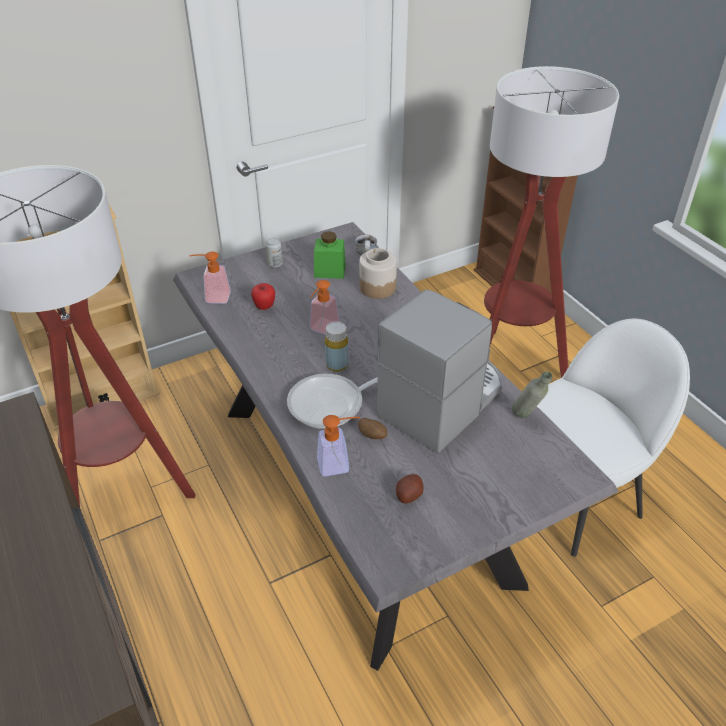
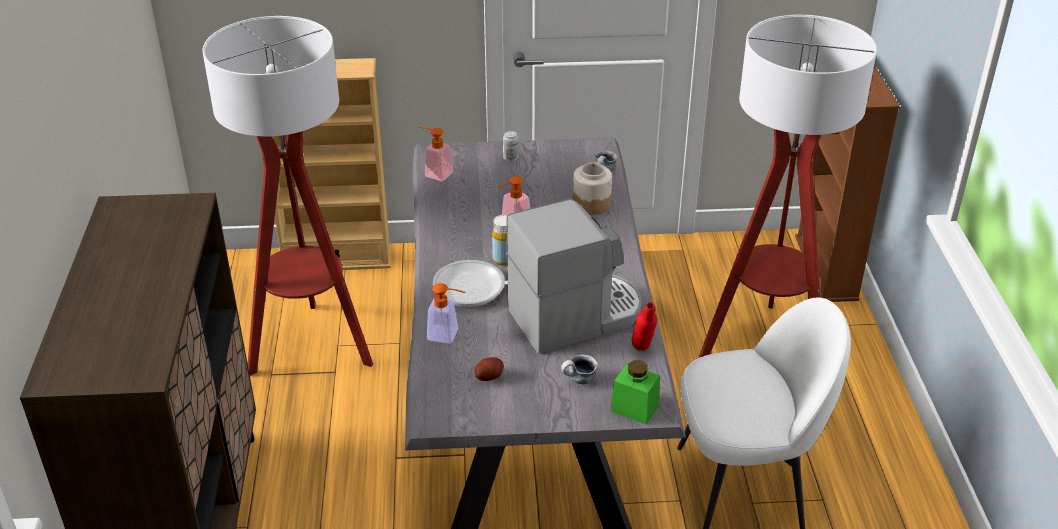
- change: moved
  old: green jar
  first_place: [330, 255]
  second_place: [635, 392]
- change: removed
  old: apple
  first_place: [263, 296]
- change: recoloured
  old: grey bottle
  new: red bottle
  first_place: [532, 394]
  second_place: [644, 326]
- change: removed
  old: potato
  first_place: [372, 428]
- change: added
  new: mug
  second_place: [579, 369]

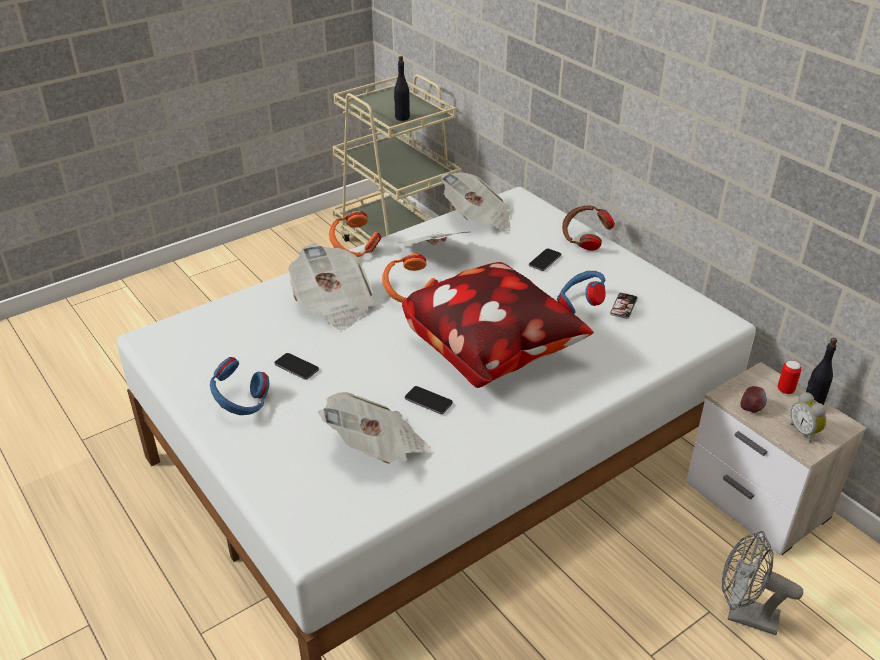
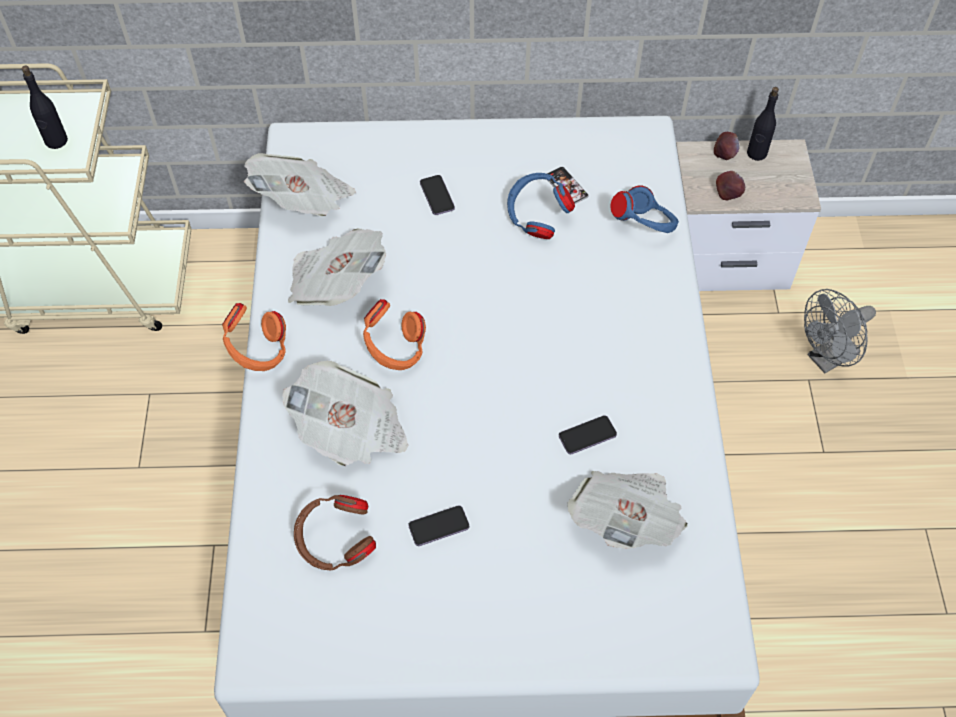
- change: moved
  old: brown headphones
  first_place: [588, 228]
  second_place: [335, 532]
- change: removed
  old: pillow
  first_place: [497, 325]
- change: moved
  old: blue headphones
  first_place: [239, 386]
  second_place: [645, 209]
- change: replaced
  old: can
  new: apple
  first_place: [789, 377]
  second_place: [727, 146]
- change: removed
  old: alarm clock
  first_place: [808, 417]

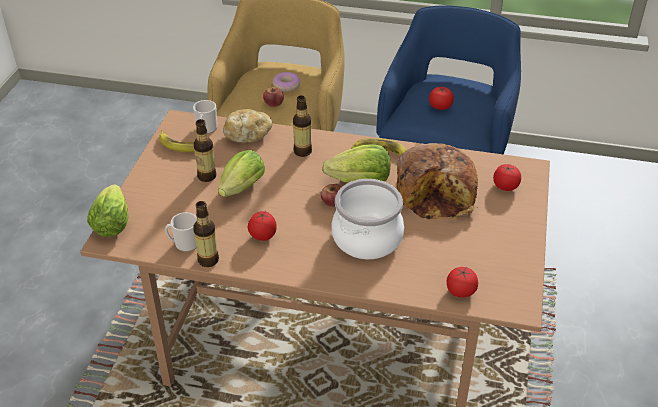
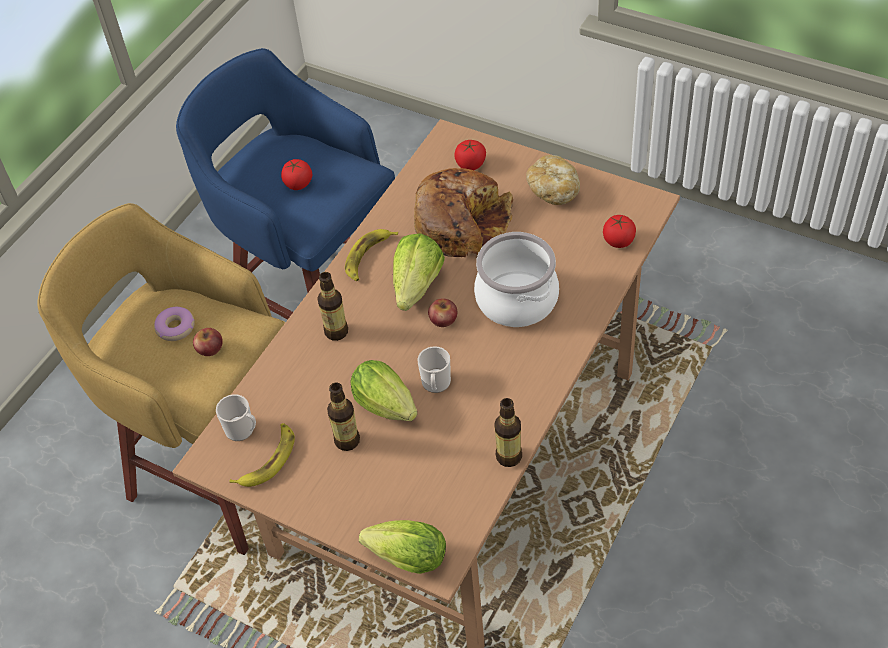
- change: moved
  old: bread
  first_place: [248, 126]
  second_place: [553, 180]
- change: removed
  old: tomato
  first_place: [262, 226]
- change: moved
  old: mug
  first_place: [181, 232]
  second_place: [434, 369]

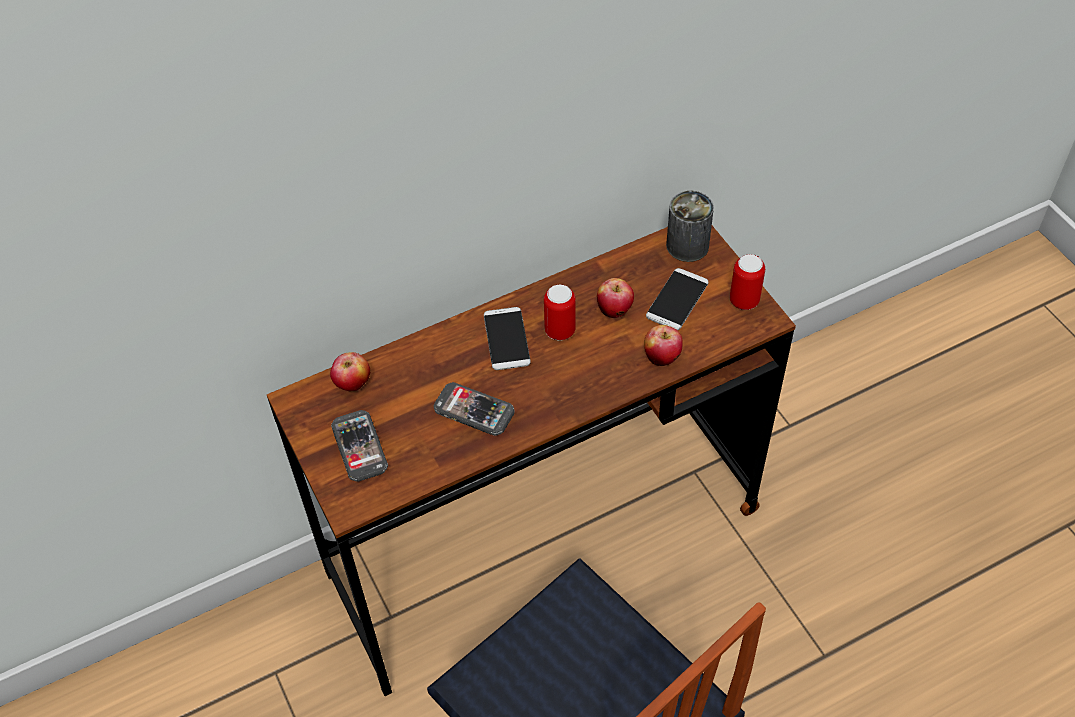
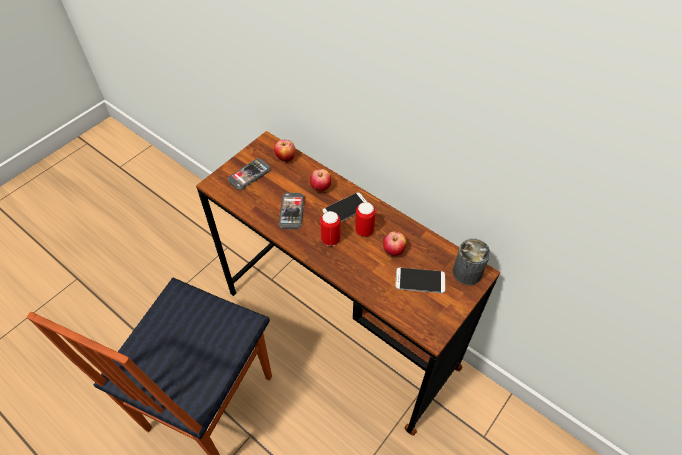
- change: moved
  old: can
  first_place: [747, 282]
  second_place: [330, 228]
- change: moved
  old: apple
  first_place: [663, 345]
  second_place: [320, 180]

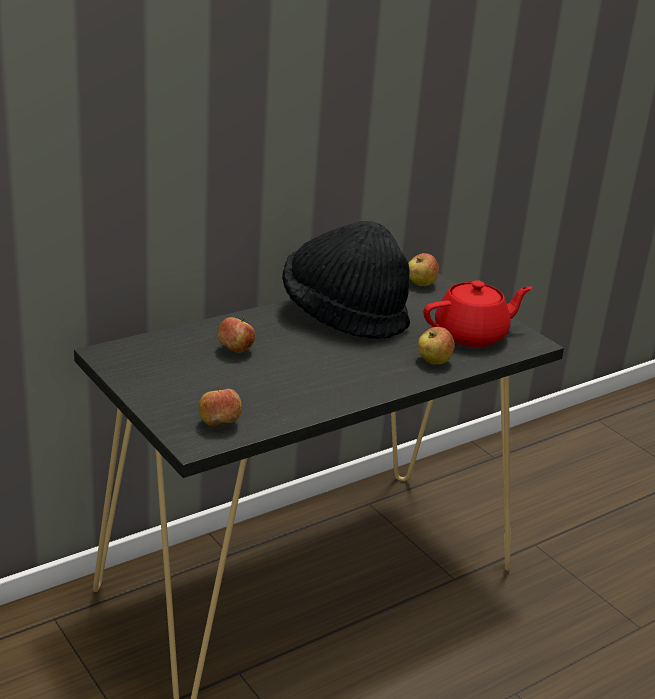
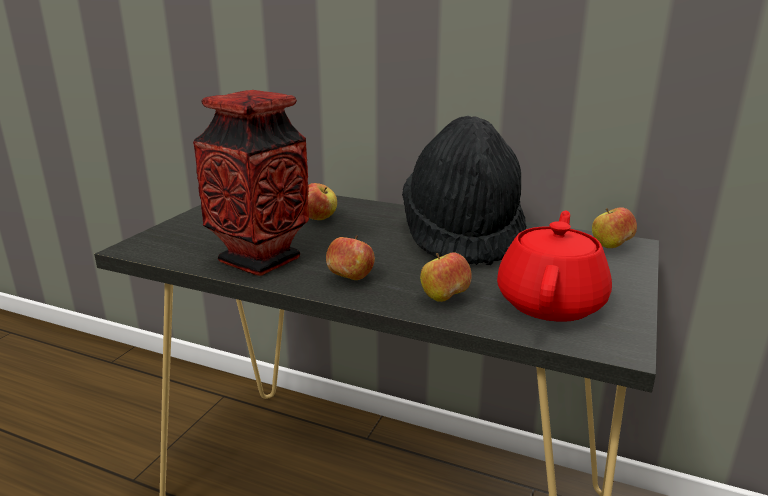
- change: turned
  old: red teapot
  first_place: [478, 313]
  second_place: [554, 266]
  degrees: -105
- change: moved
  old: apple
  first_place: [220, 406]
  second_place: [350, 257]
- change: added
  new: vase
  second_place: [251, 183]

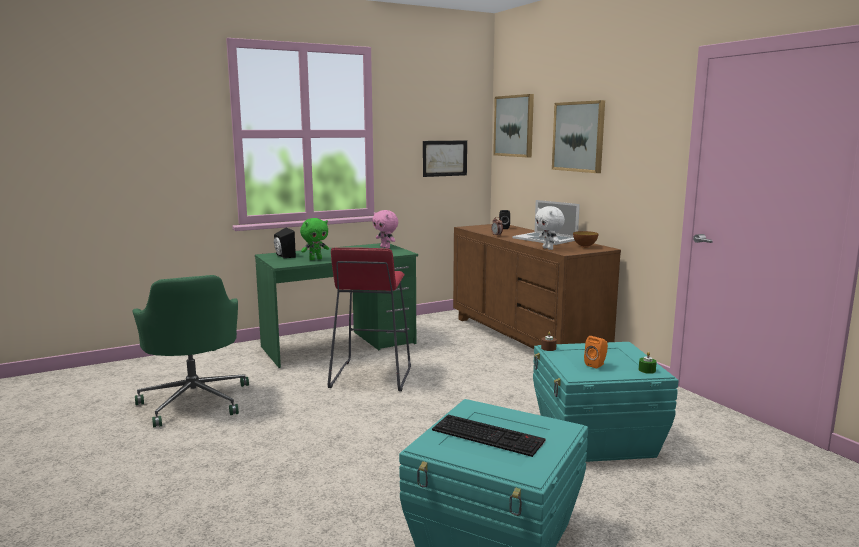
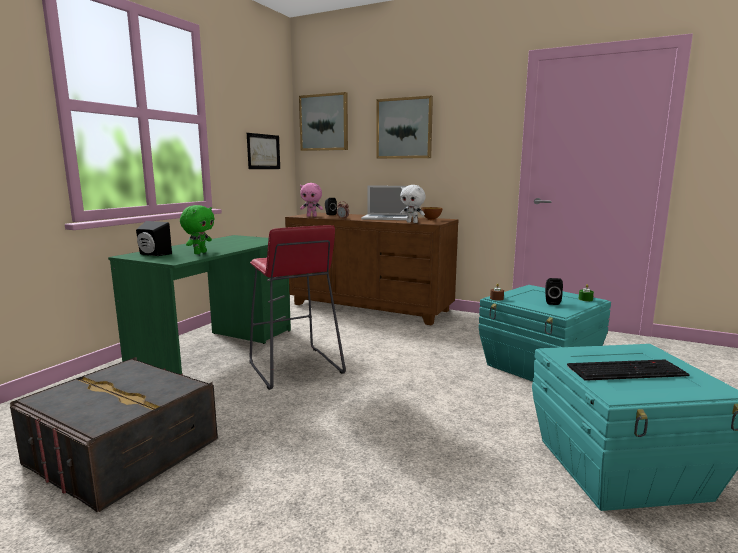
- change: moved
  old: pink plush toy
  first_place: [385, 229]
  second_place: [311, 200]
- change: replaced
  old: green office chair
  new: grey storage box
  first_place: [190, 351]
  second_place: [114, 435]
- change: recoloured
  old: orange speaker
  new: black speaker
  first_place: [596, 352]
  second_place: [554, 291]

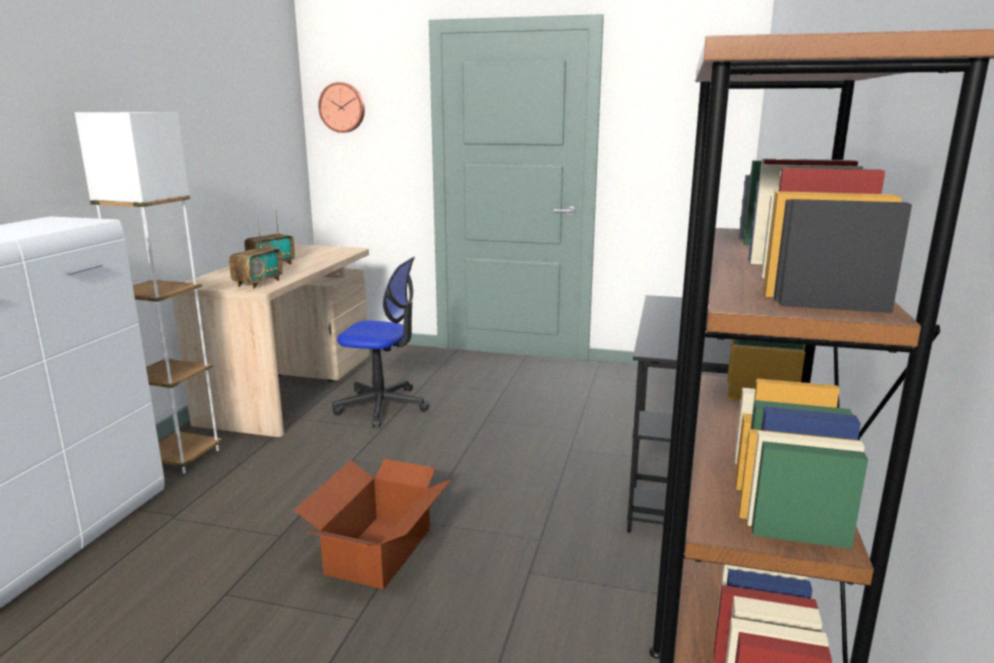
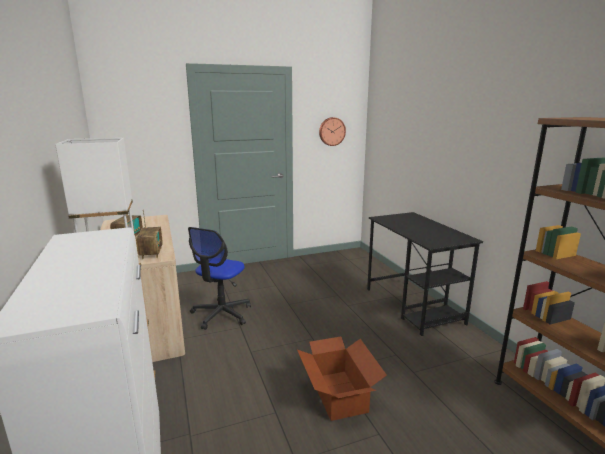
- change: moved
  old: wall clock
  first_place: [341, 107]
  second_place: [332, 131]
- change: turned
  old: office chair
  first_place: [380, 342]
  second_place: [219, 278]
  degrees: 135

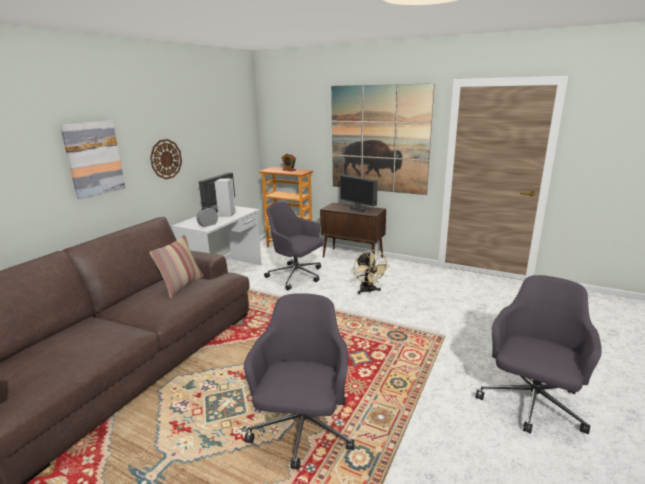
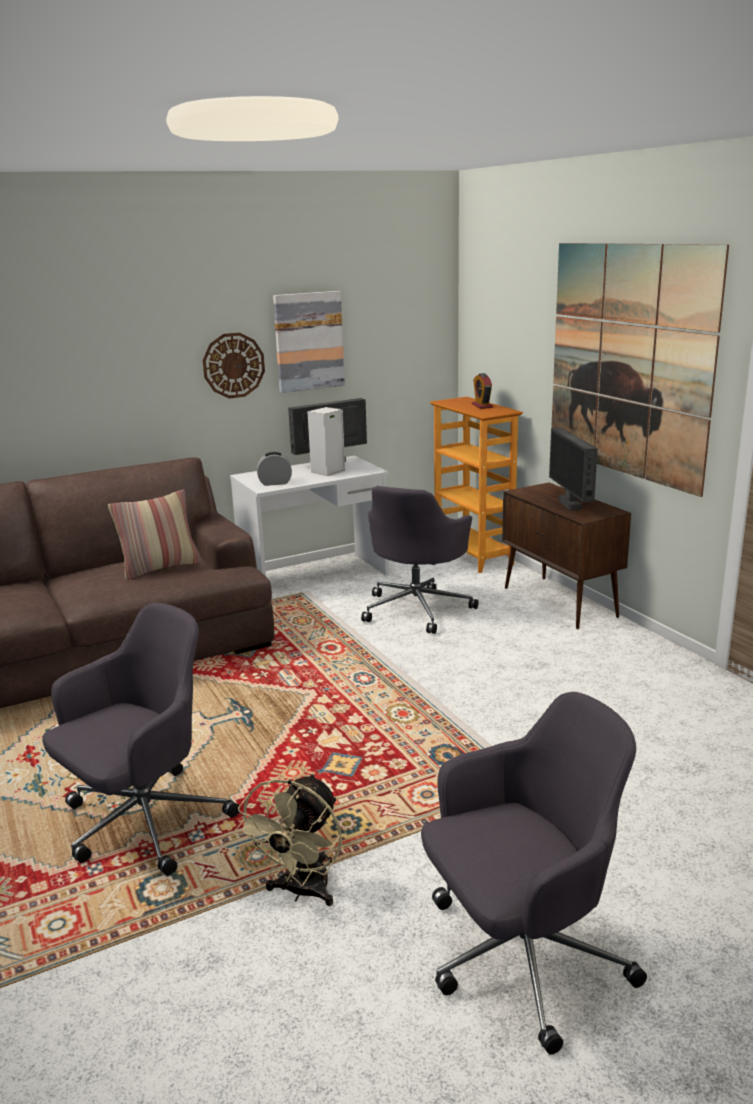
- change: moved
  old: picture
  first_place: [93, 160]
  second_place: [309, 342]
- change: turned
  old: grey office chair
  first_place: [294, 246]
  second_place: [419, 560]
  degrees: -135
- change: moved
  old: beige fan
  first_place: [371, 271]
  second_place: [287, 839]

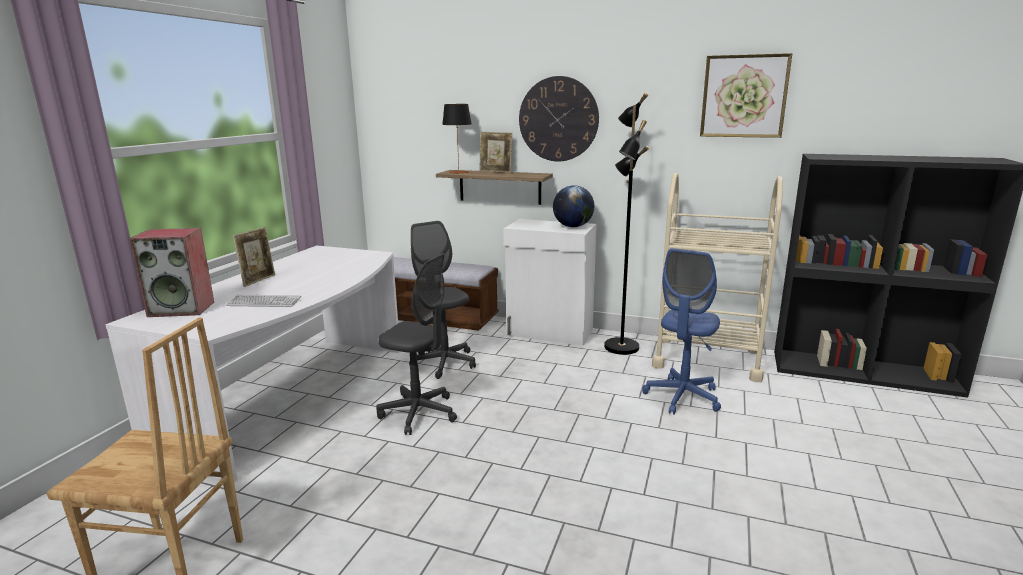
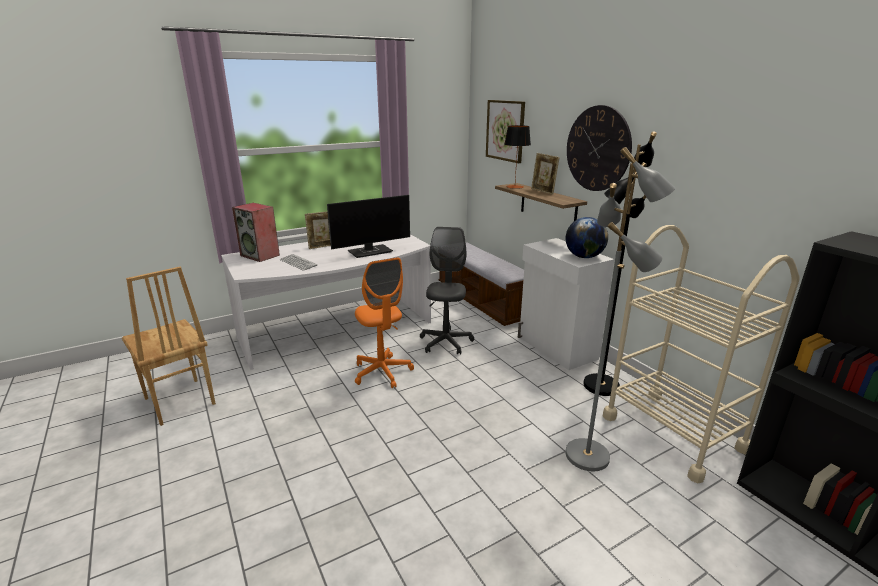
- change: moved
  old: picture
  first_place: [746, 95]
  second_place: [505, 131]
- change: replaced
  old: blue office chair
  new: grey floor lamp
  first_place: [681, 331]
  second_place: [620, 309]
- change: recoloured
  old: grey office chair
  new: orange office chair
  first_place: [416, 344]
  second_place: [384, 322]
- change: added
  new: monitor
  second_place: [368, 226]

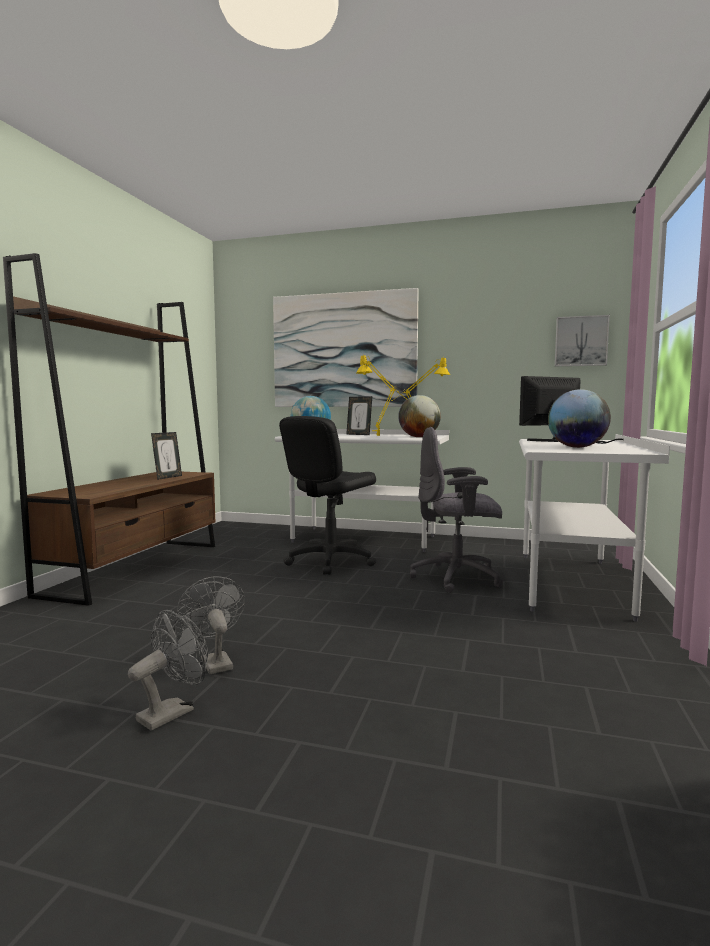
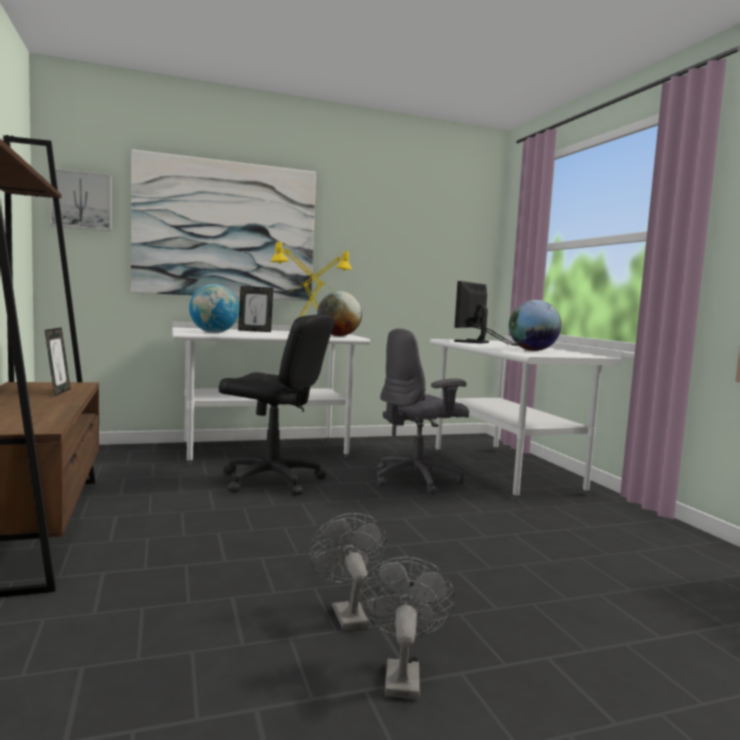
- change: moved
  old: picture
  first_place: [582, 340]
  second_place: [80, 200]
- change: turned
  old: black office chair
  first_place: [327, 495]
  second_place: [277, 405]
  degrees: -75
- change: turned
  old: grey fan
  first_place: [210, 625]
  second_place: [348, 571]
  degrees: 45

